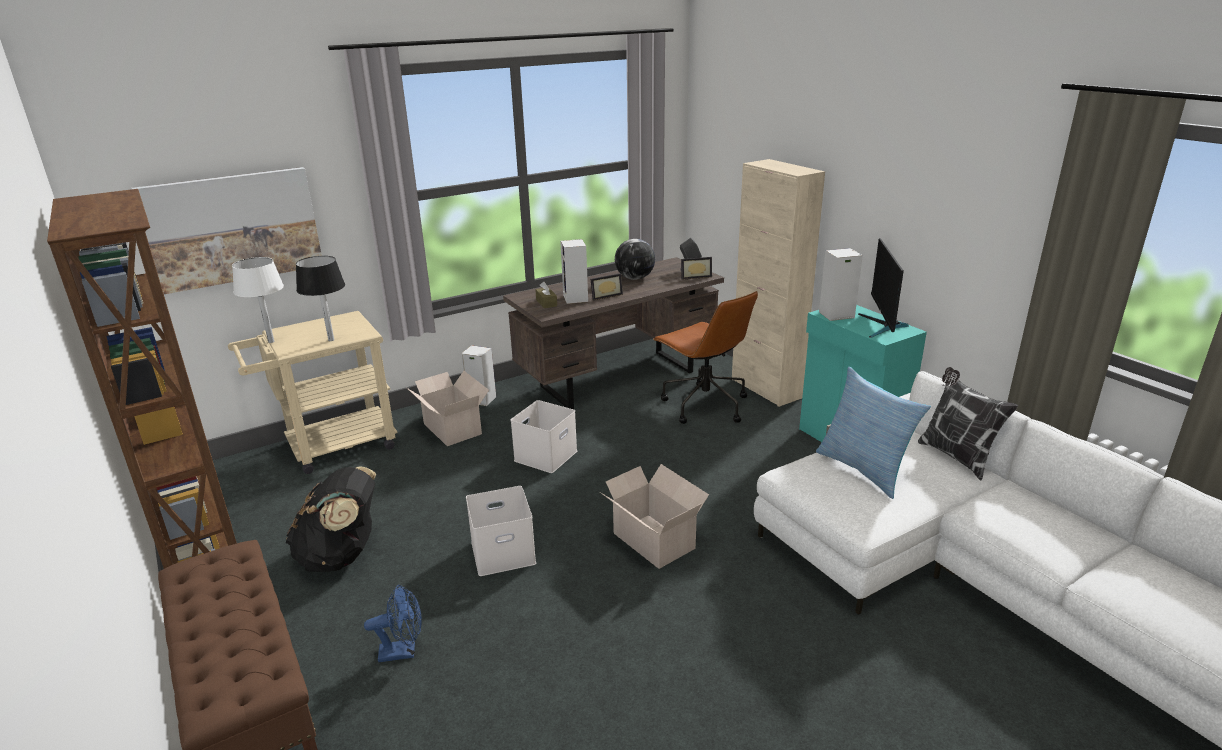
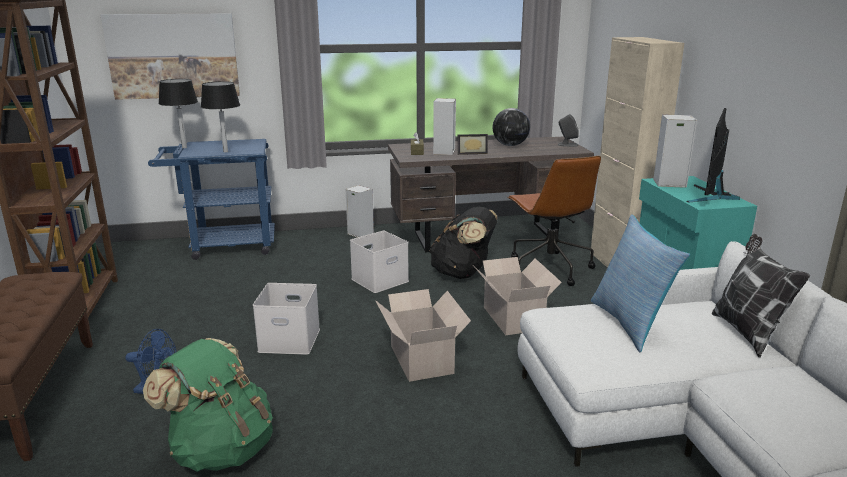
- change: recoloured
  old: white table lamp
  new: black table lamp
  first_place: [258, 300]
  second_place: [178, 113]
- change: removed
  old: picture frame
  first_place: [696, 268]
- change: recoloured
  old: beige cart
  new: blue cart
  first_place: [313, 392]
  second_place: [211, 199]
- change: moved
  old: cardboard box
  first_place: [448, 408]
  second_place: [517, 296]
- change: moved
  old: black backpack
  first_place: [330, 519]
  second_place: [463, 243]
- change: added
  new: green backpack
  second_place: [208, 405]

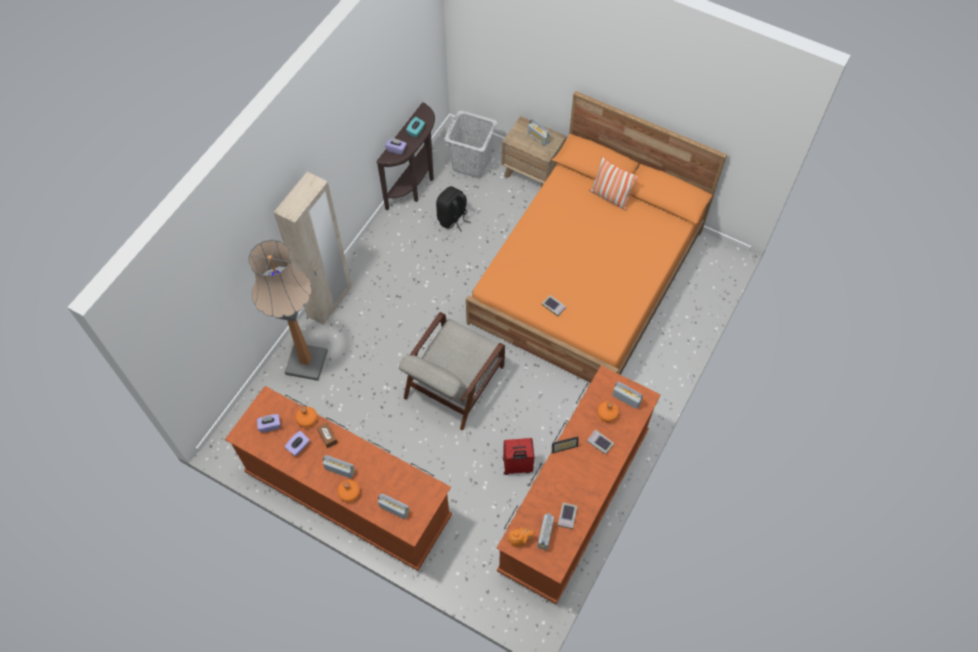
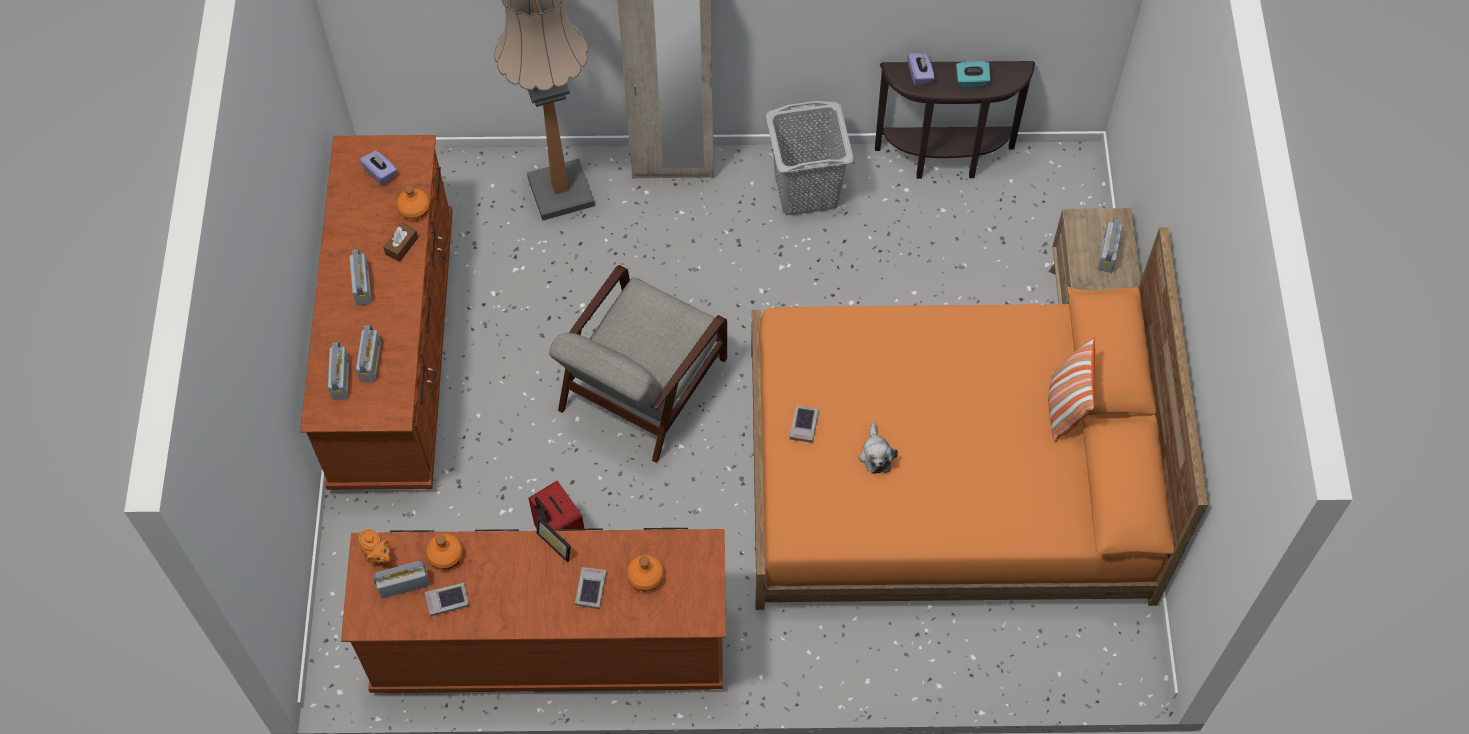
- change: moved
  old: grey laundry basket
  first_place: [471, 144]
  second_place: [810, 158]
- change: removed
  old: black backpack
  first_place: [453, 209]
- change: turned
  old: grey armchair
  first_place: [452, 371]
  second_place: [638, 364]
  degrees: -60
- change: moved
  old: radio
  first_place: [627, 395]
  second_place: [368, 353]
- change: removed
  old: purple tissue box
  first_place: [297, 443]
- change: moved
  old: orange bottle
  first_place: [349, 491]
  second_place: [444, 552]
- change: added
  new: plush toy
  second_place: [878, 448]

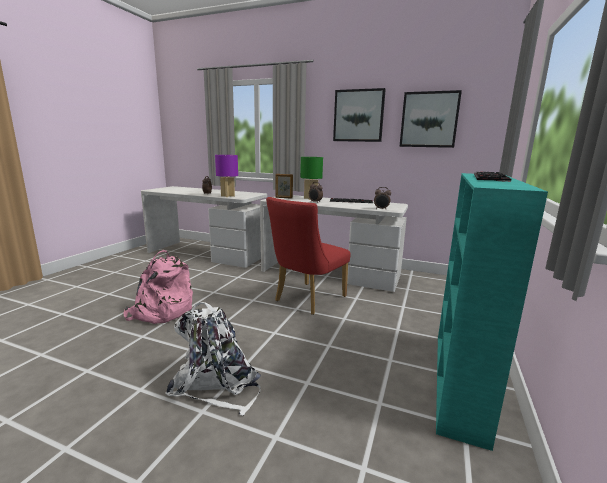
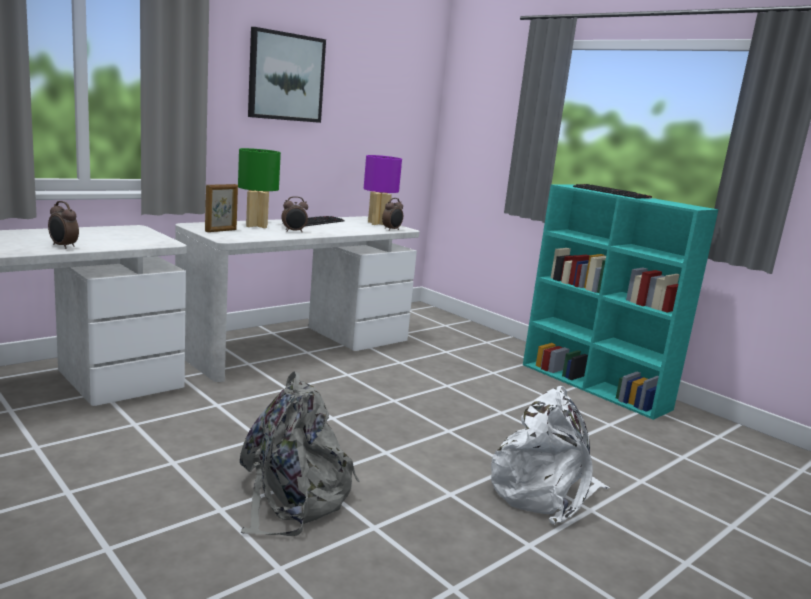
- change: removed
  old: picture
  first_place: [430, 119]
- change: moved
  old: purple table lamp
  first_place: [226, 176]
  second_place: [383, 190]
- change: removed
  old: red chair
  first_place: [308, 256]
- change: recoloured
  old: pink backpack
  new: grey backpack
  first_place: [158, 287]
  second_place: [300, 453]

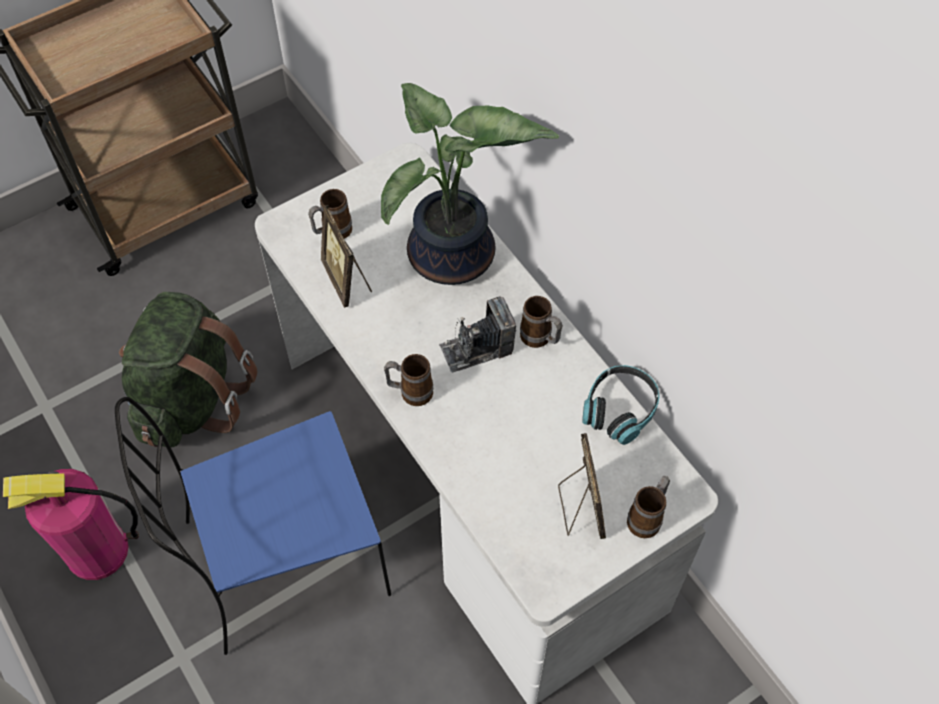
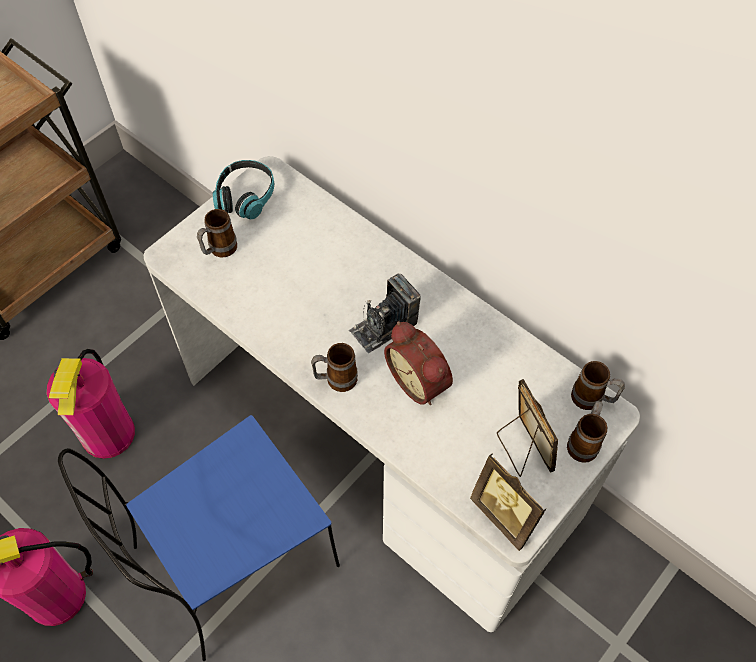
- change: removed
  old: potted plant
  first_place: [470, 184]
- change: moved
  old: picture frame
  first_place: [346, 256]
  second_place: [508, 502]
- change: replaced
  old: green backpack
  new: fire extinguisher
  first_place: [188, 369]
  second_place: [91, 404]
- change: moved
  old: mug
  first_place: [541, 322]
  second_place: [598, 385]
- change: moved
  old: headphones
  first_place: [621, 405]
  second_place: [243, 189]
- change: added
  new: alarm clock
  second_place: [418, 363]

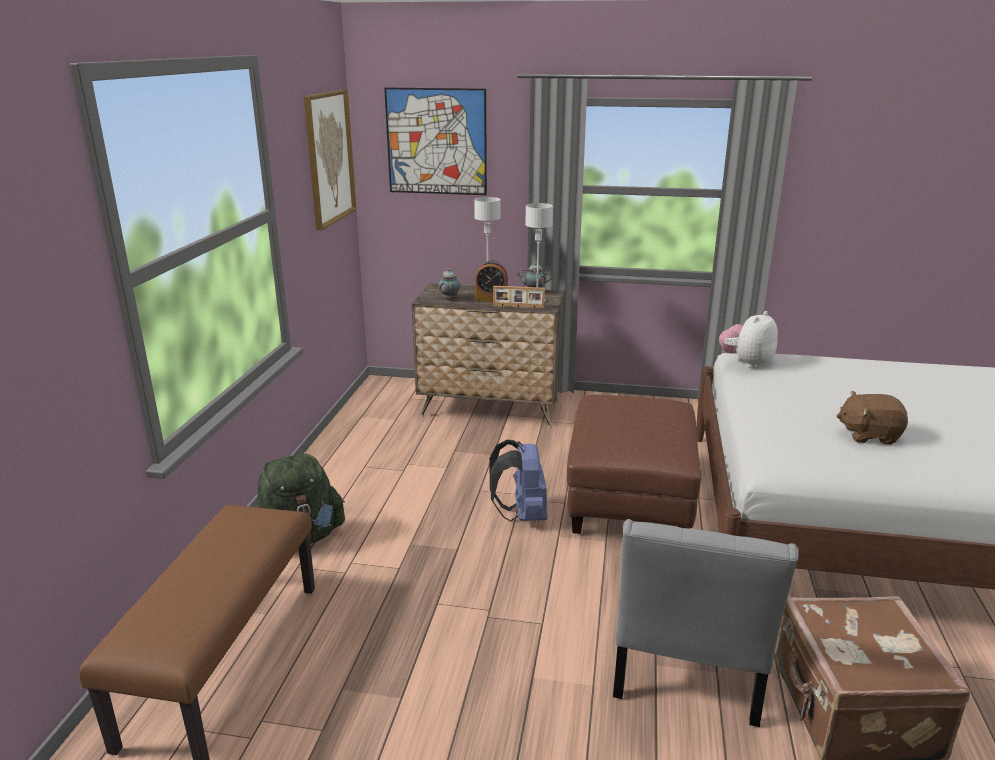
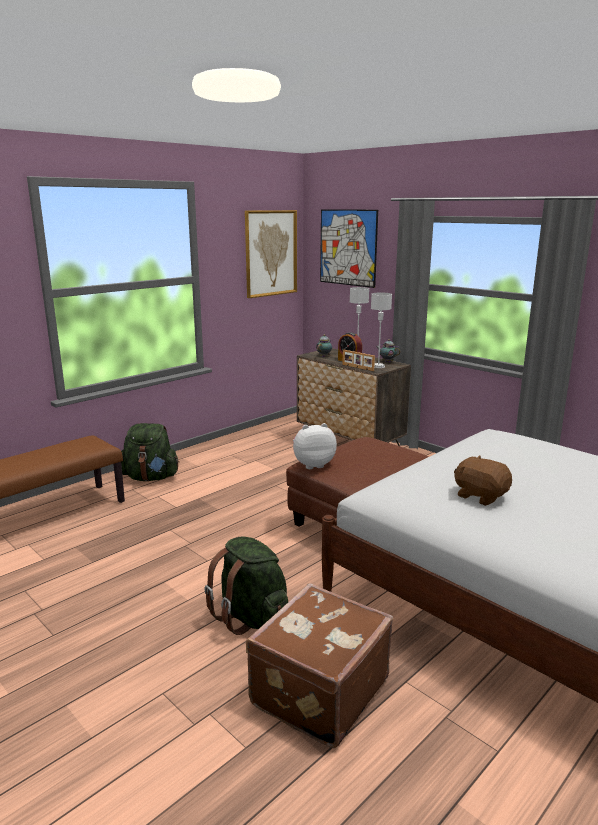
- change: moved
  old: plush toy
  first_place: [748, 339]
  second_place: [315, 446]
- change: removed
  old: blue backpack
  first_place: [518, 480]
- change: replaced
  old: grey chair
  new: green backpack
  first_place: [706, 623]
  second_place: [246, 585]

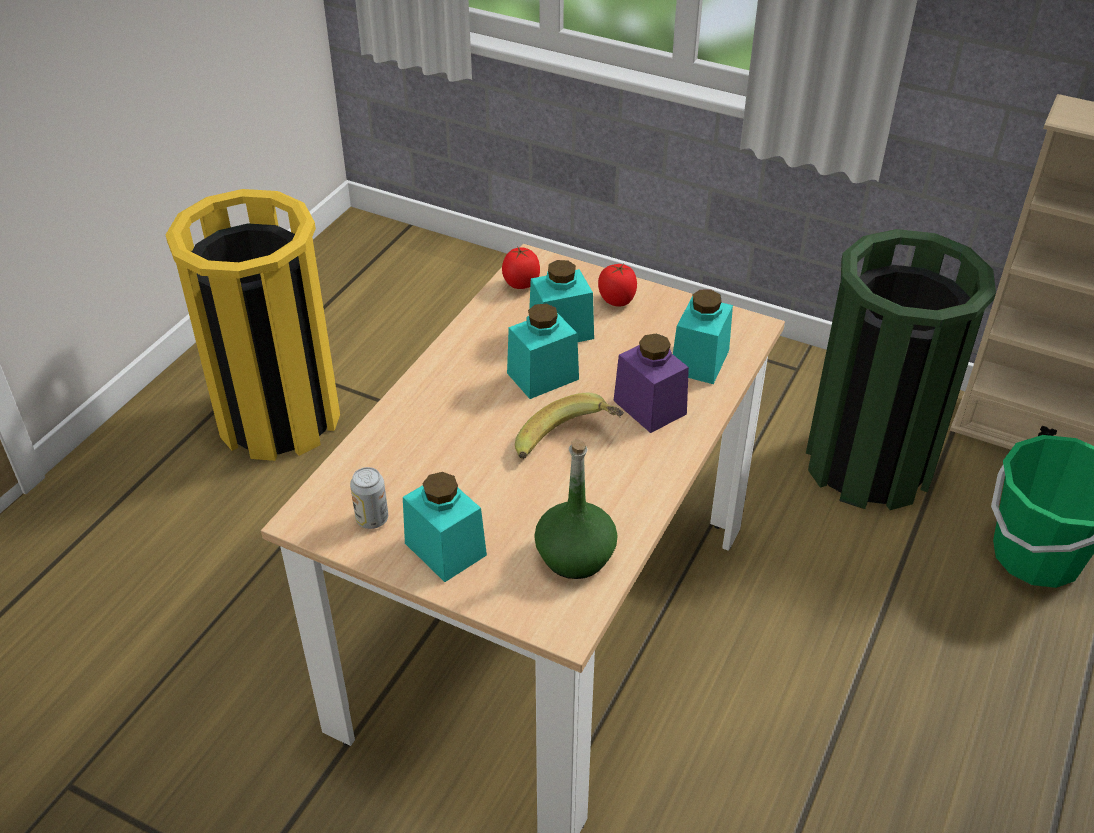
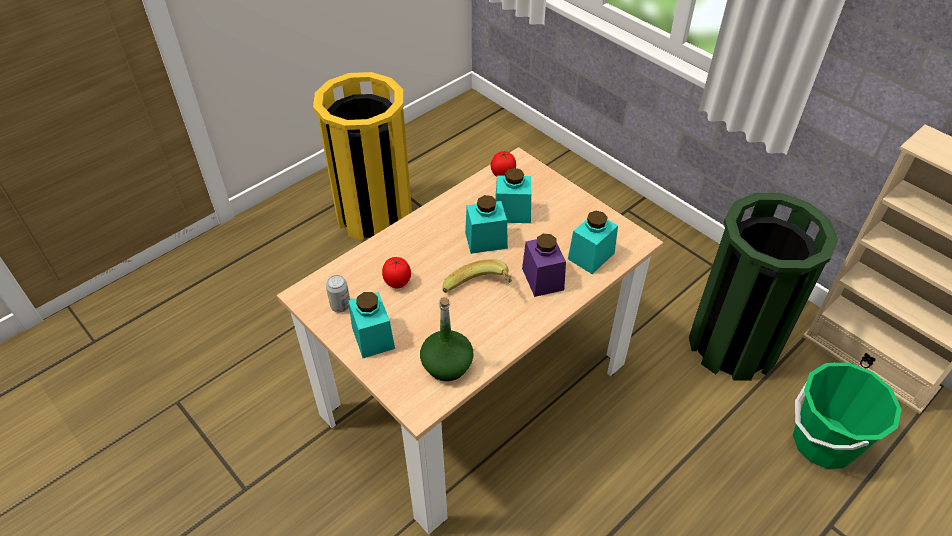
- change: moved
  old: tomato
  first_place: [617, 285]
  second_place: [396, 272]

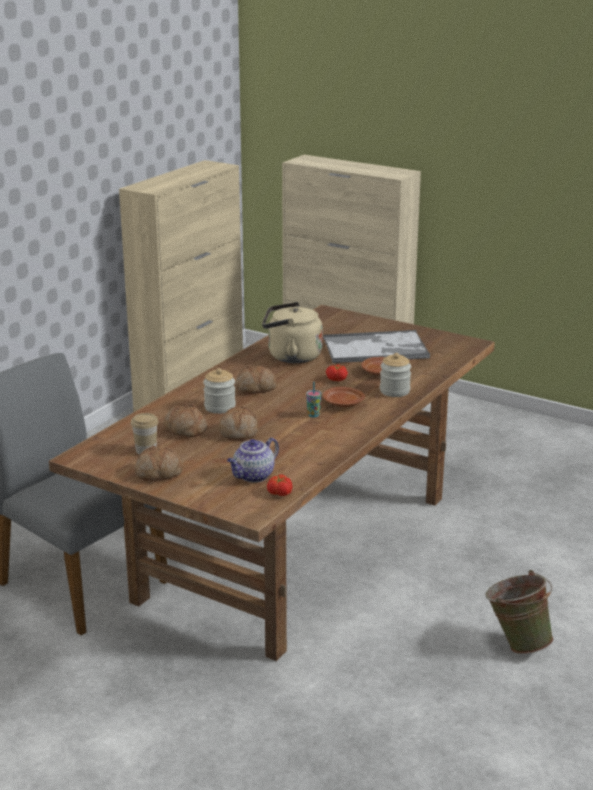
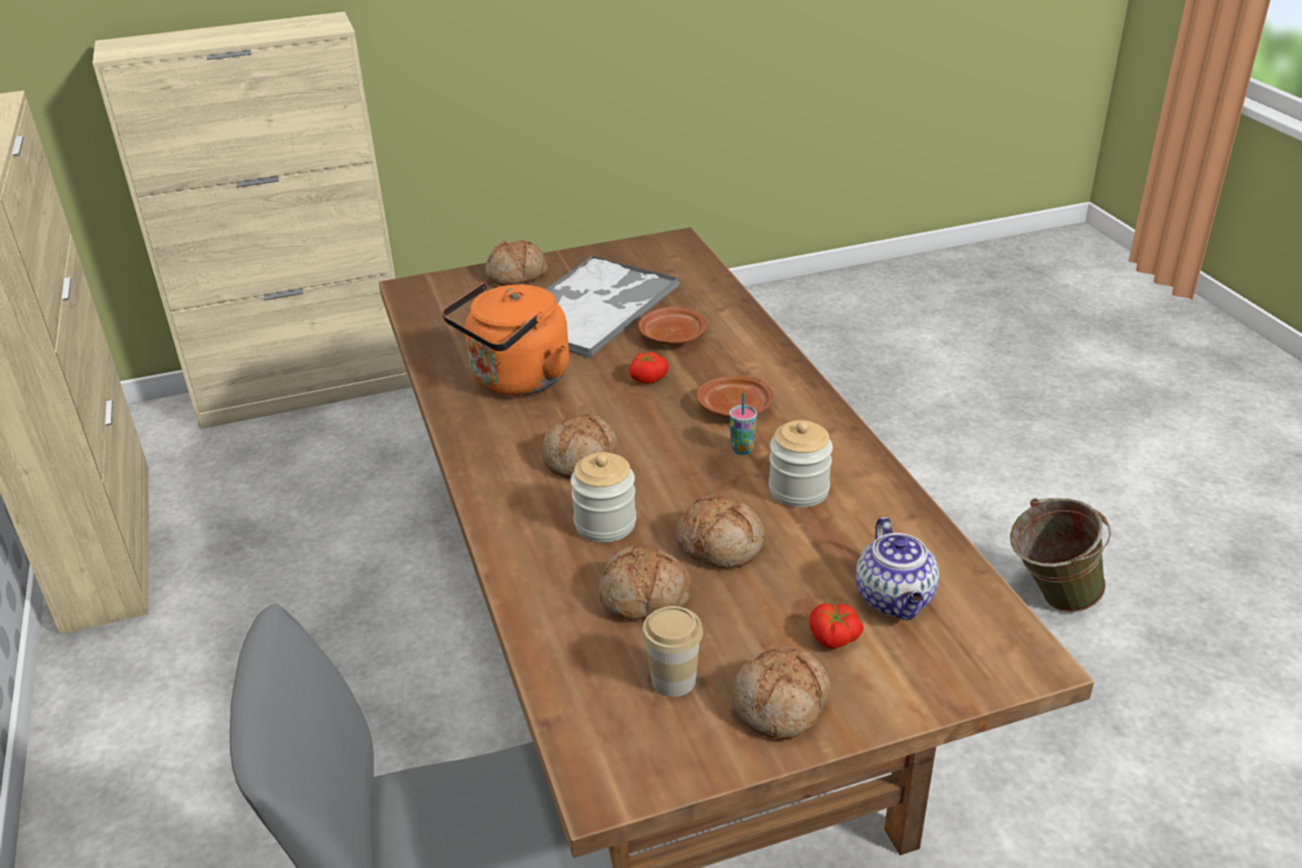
- change: recoloured
  old: beige kettle
  new: orange kettle
  first_place: [292, 332]
  second_place: [505, 339]
- change: moved
  old: jar
  first_place: [395, 375]
  second_place: [801, 464]
- change: moved
  old: tomato
  first_place: [280, 485]
  second_place: [837, 626]
- change: added
  new: bread
  second_place: [517, 263]

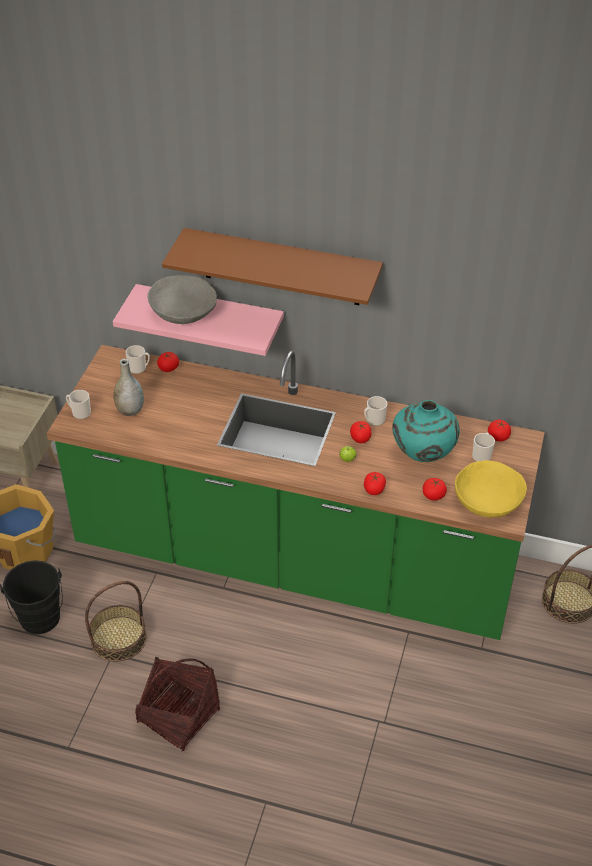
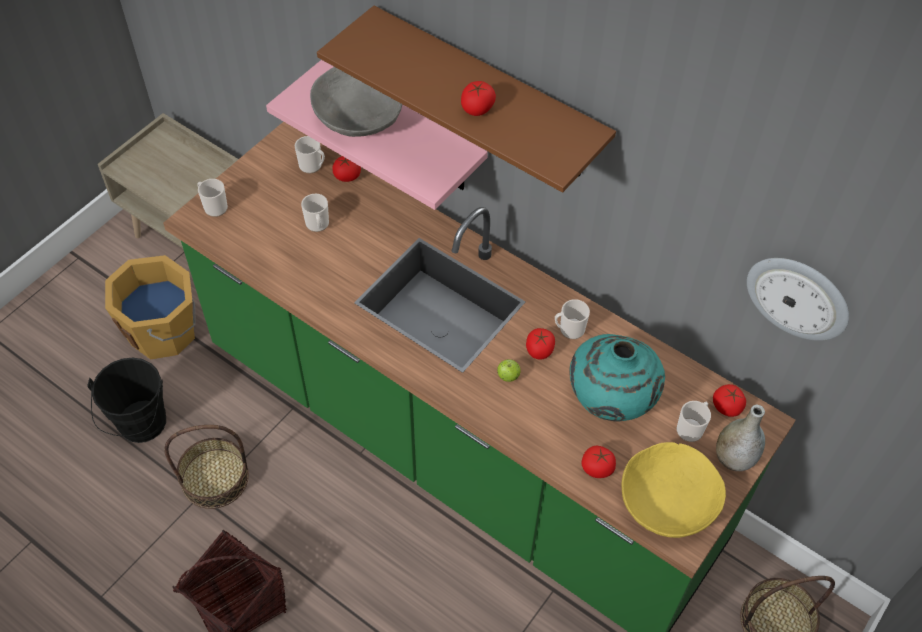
- change: moved
  old: grey vase
  first_place: [128, 387]
  second_place: [740, 438]
- change: moved
  old: tomato
  first_place: [375, 483]
  second_place: [478, 98]
- change: added
  new: mug
  second_place: [315, 213]
- change: added
  new: wall clock
  second_place: [798, 299]

